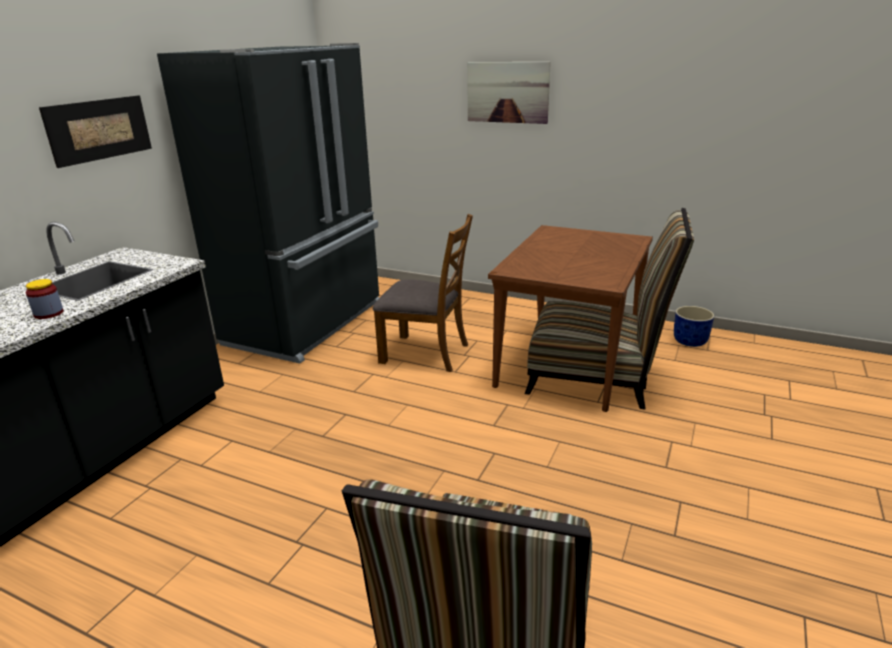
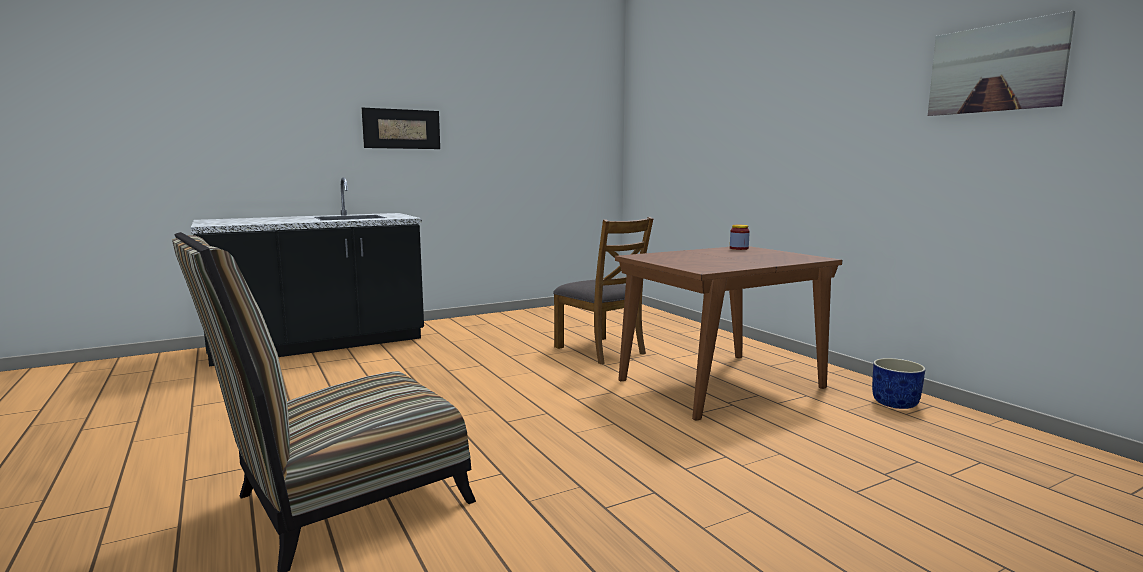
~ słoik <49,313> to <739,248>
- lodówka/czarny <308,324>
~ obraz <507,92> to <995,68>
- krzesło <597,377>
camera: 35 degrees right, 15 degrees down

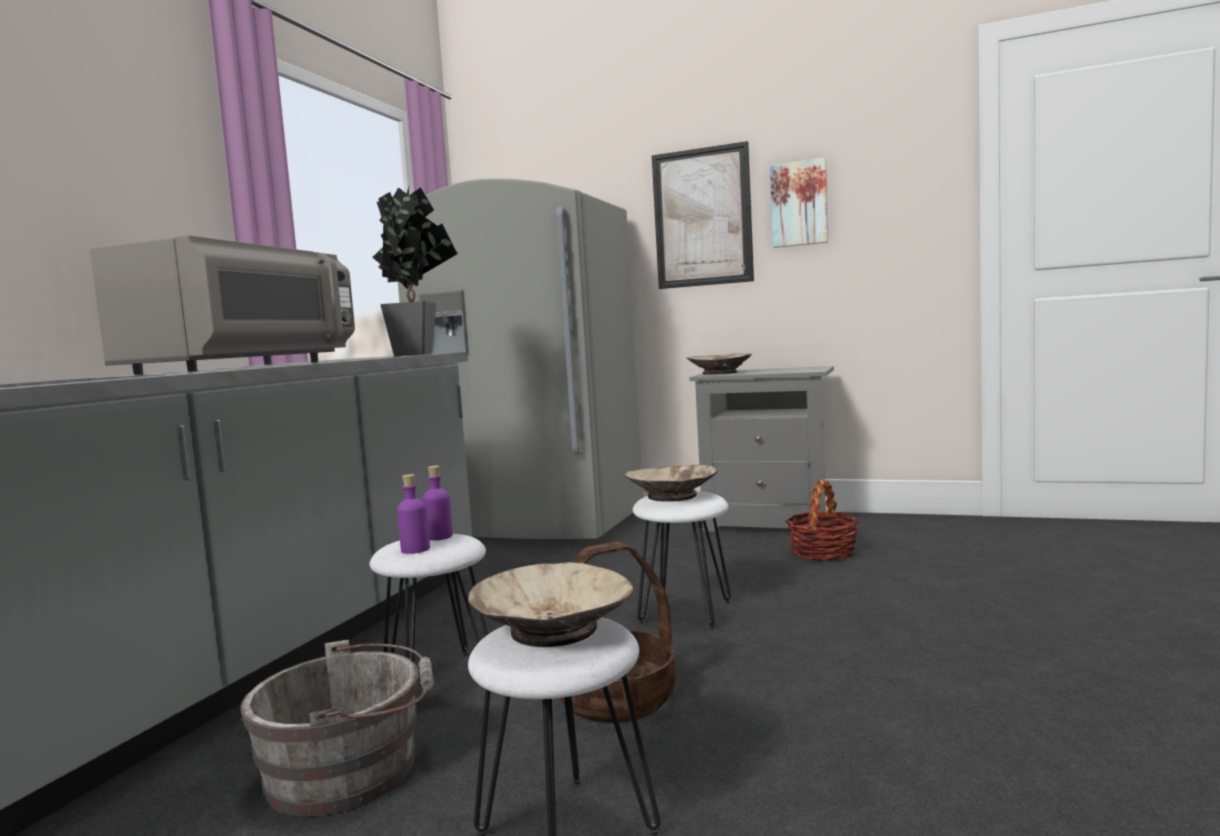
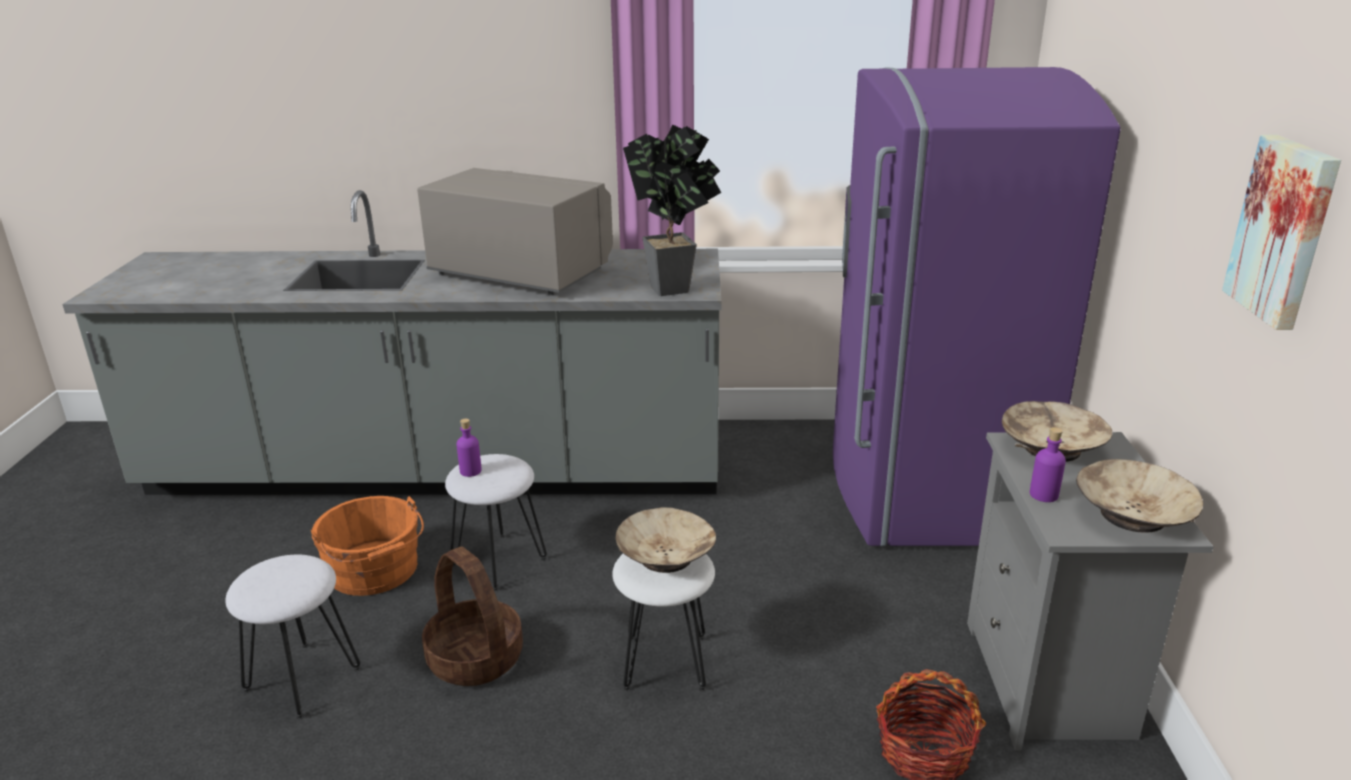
~ mikrofalówka/szary <245,366> = <521,272> 150 degrees counterclockwise
~ wiadro/szary <352,770> to wiadro/pomarańczowy <375,572>
~ lodówka/szary <534,523> to lodówka/fioletowy <922,483>
~ butelka/fioletowy <439,537> to <1044,495>
~ miska/beżowy <554,629> to <1132,515>
- obraz <702,217>
camera: 70 degrees right, 20 degrees up

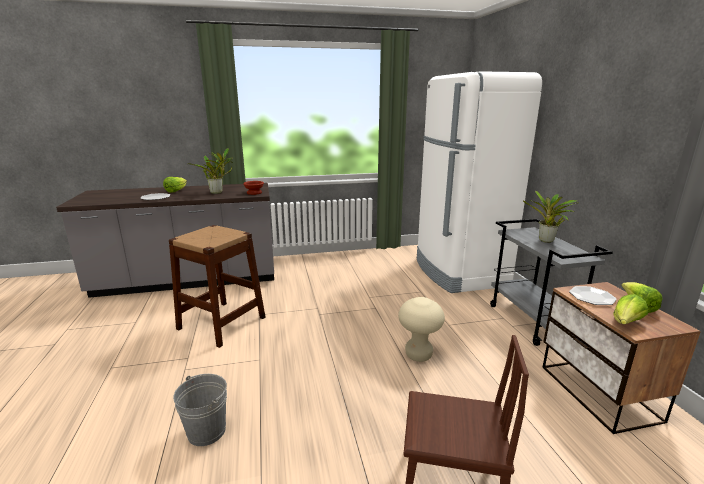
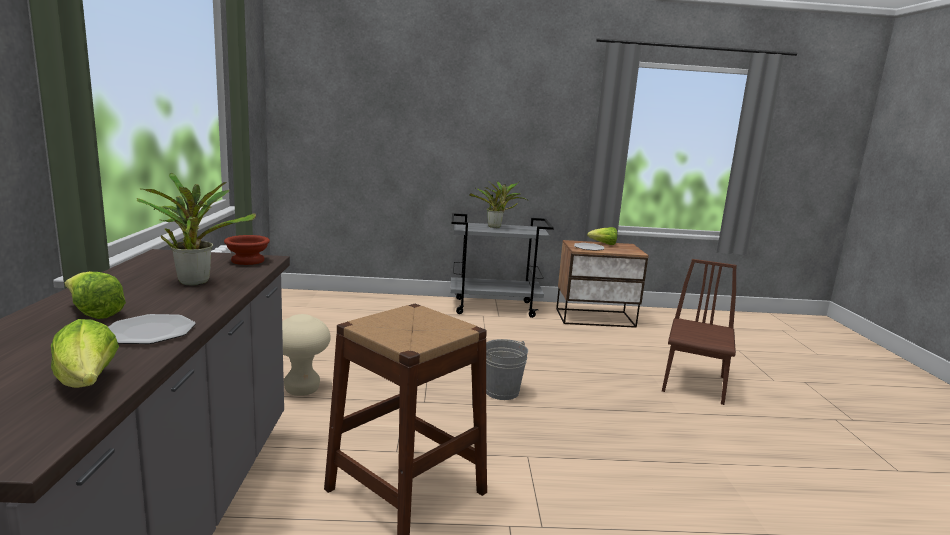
~ wiadro/szary <207,431> to <502,392>
~ stołek/beżowy <418,355> to <302,390>
- lodówka/biały <459,272>
~ sałata <626,323> to <87,384>
camera: 80 degrees left, 5 degrees down

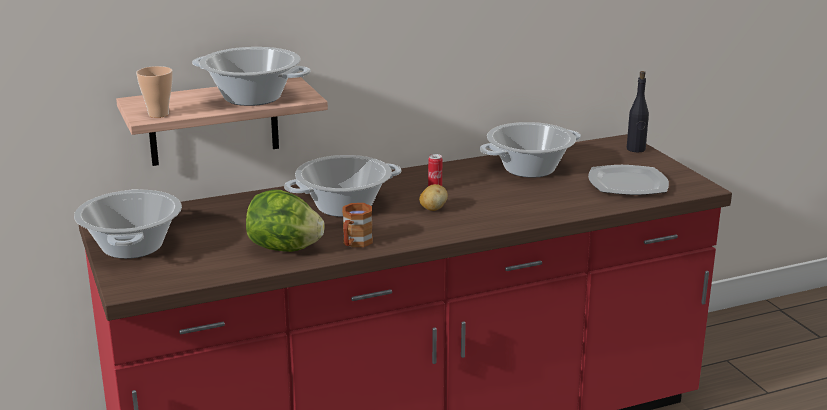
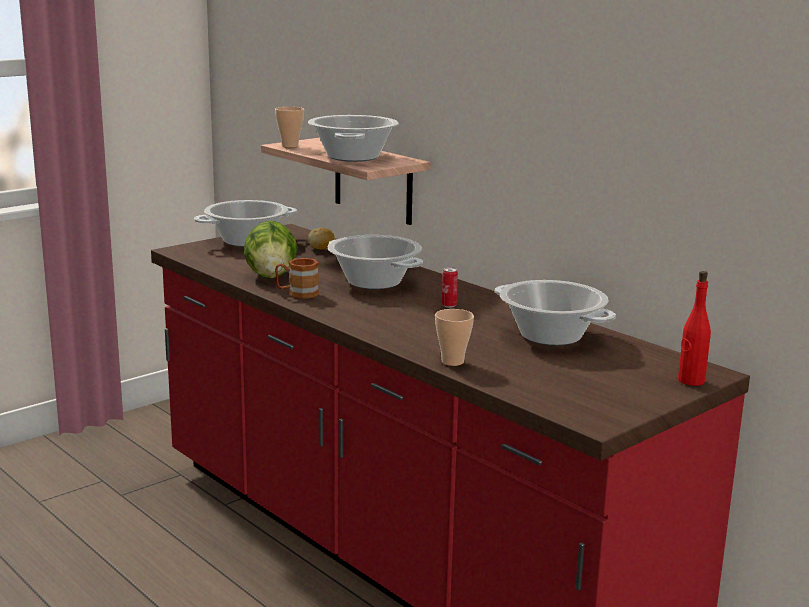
~ ziemniak <433,209> to <321,249>
- talerz <626,183>
~ butelka/czarny <636,149> to butelka/czerwony <690,381>
+ filiżanka <452,362>
camera: 70 degrees right, 5 degrees down

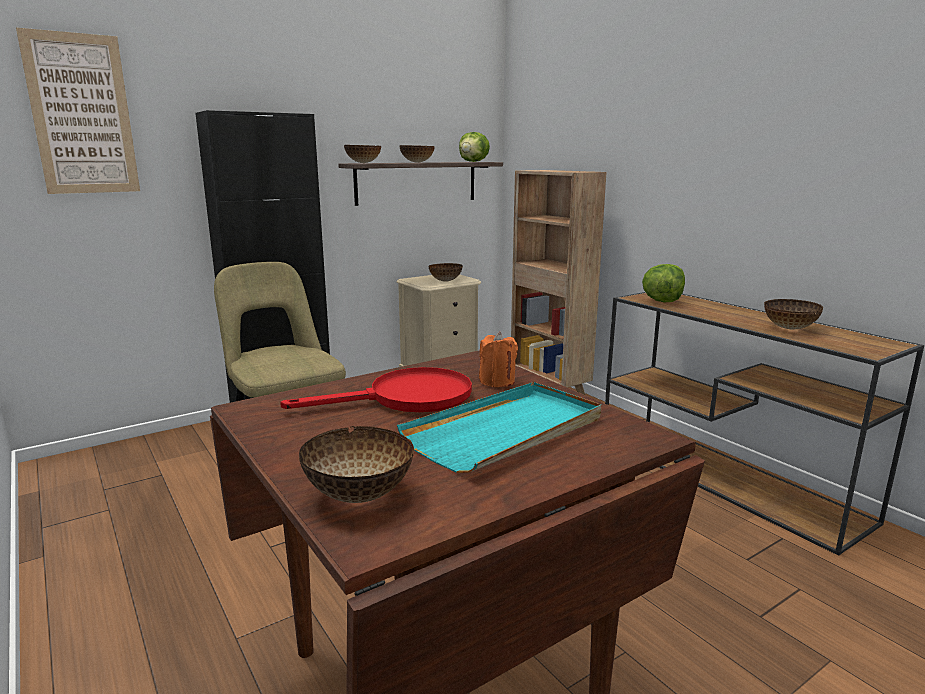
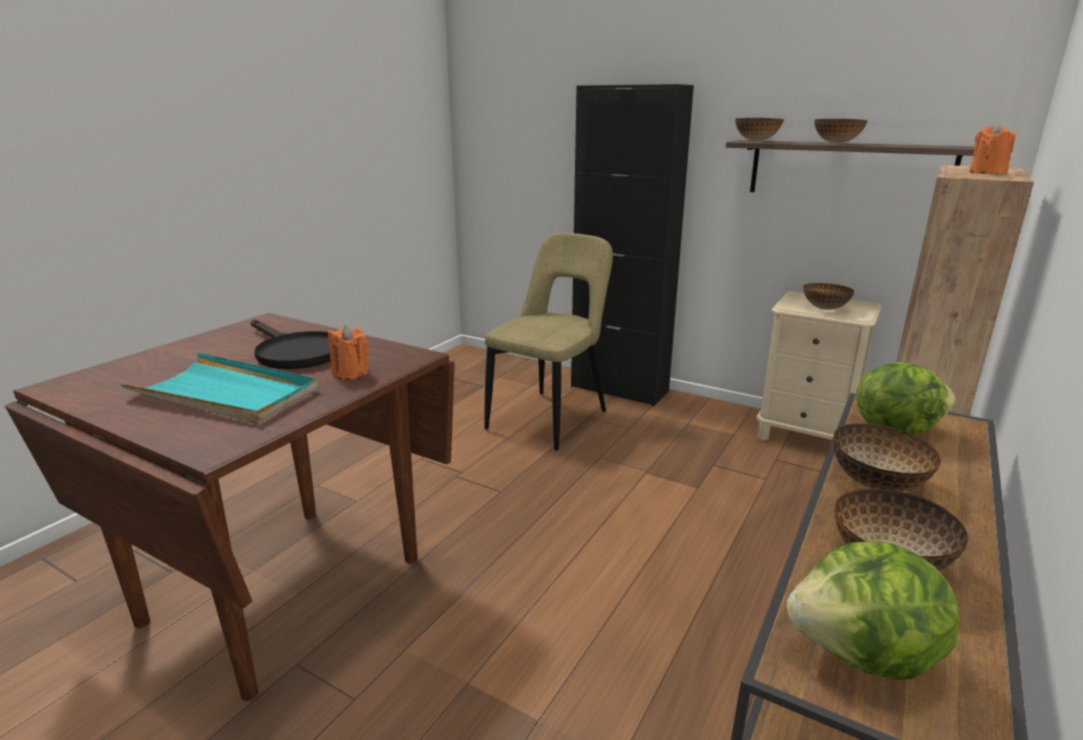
- obraz <82,115>
~ patelnia/czerwony <406,398> to patelnia/czarny <295,352>
~ miska <361,495> to <877,485>
~ sałata <474,162> to <864,656>
+ świeca/pomarańczowy <987,172>
camera: 65 degrees right, 5 degrees up

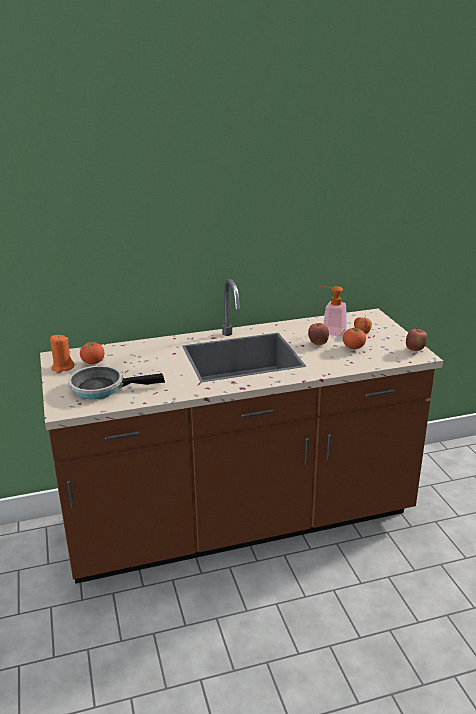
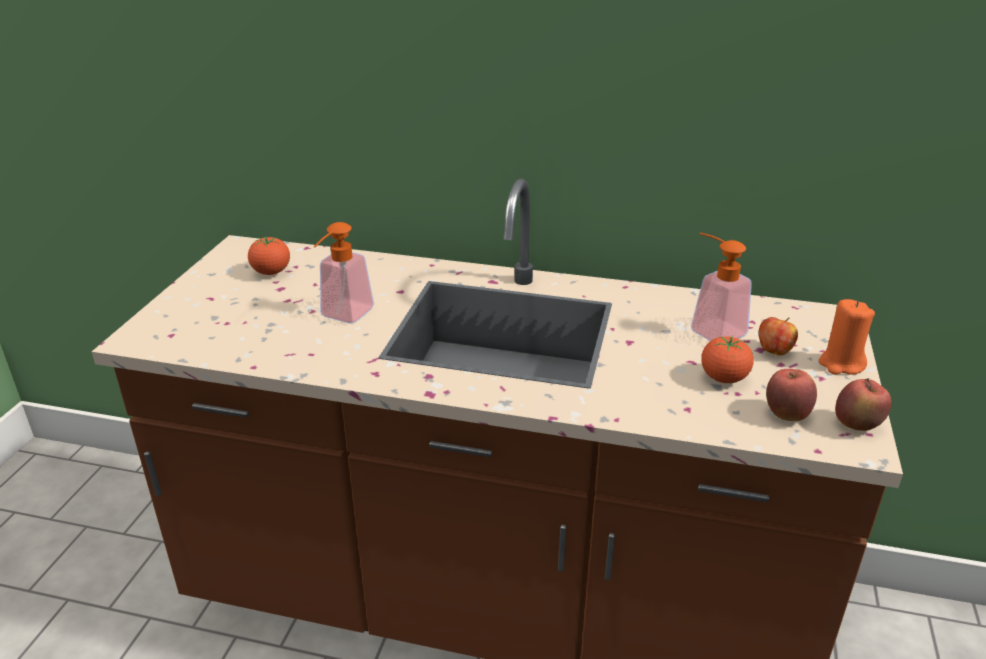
~ świeca/pomarańczowy <62,367> to <841,364>
- patelnia <102,388>
~ jabłko <318,343> to <786,414>
+ dozownik mydła <342,316>
camera: 30 degrees right, 5 degrees up

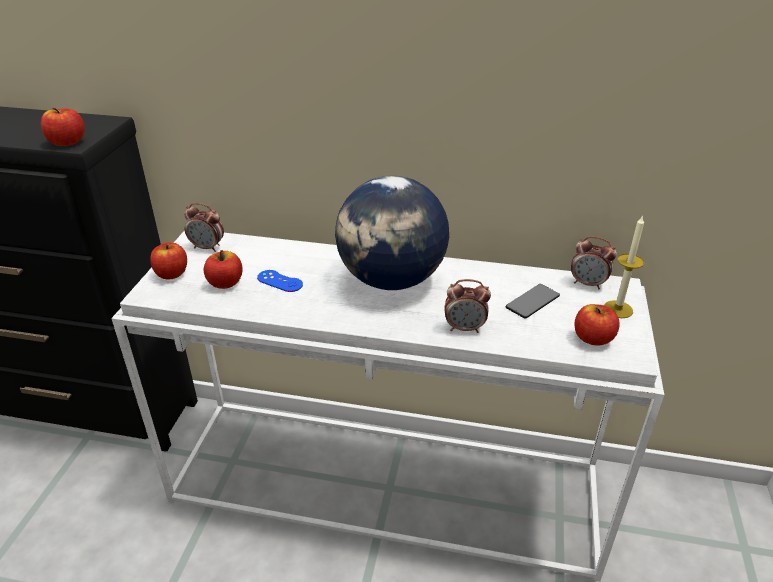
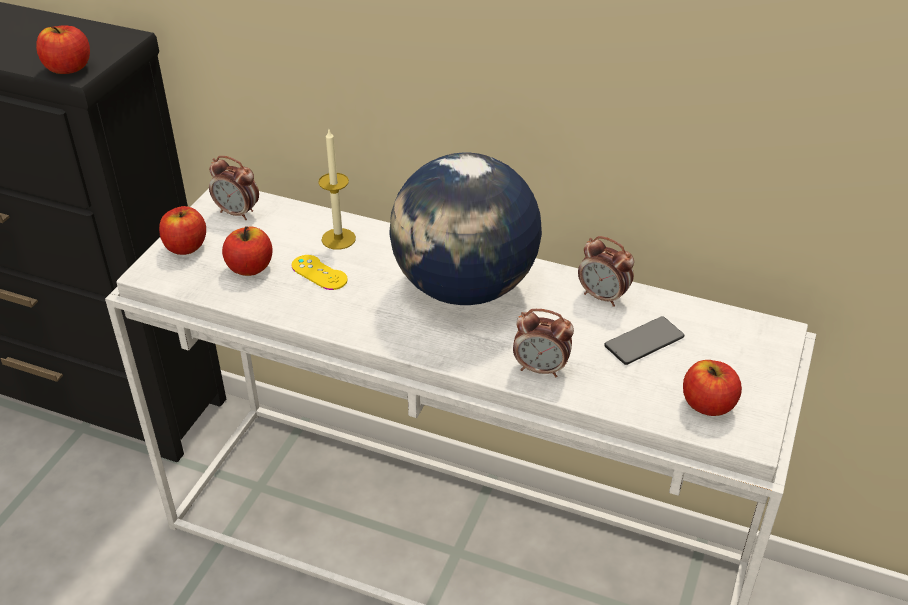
~ pad do gier/niebieski <280,281> to pad do gier/żółty <319,273>
~ budzik <588,283> to <603,297>
~ świeca <618,309> to <338,239>
camera: 10 degrees right, 5 degrees up

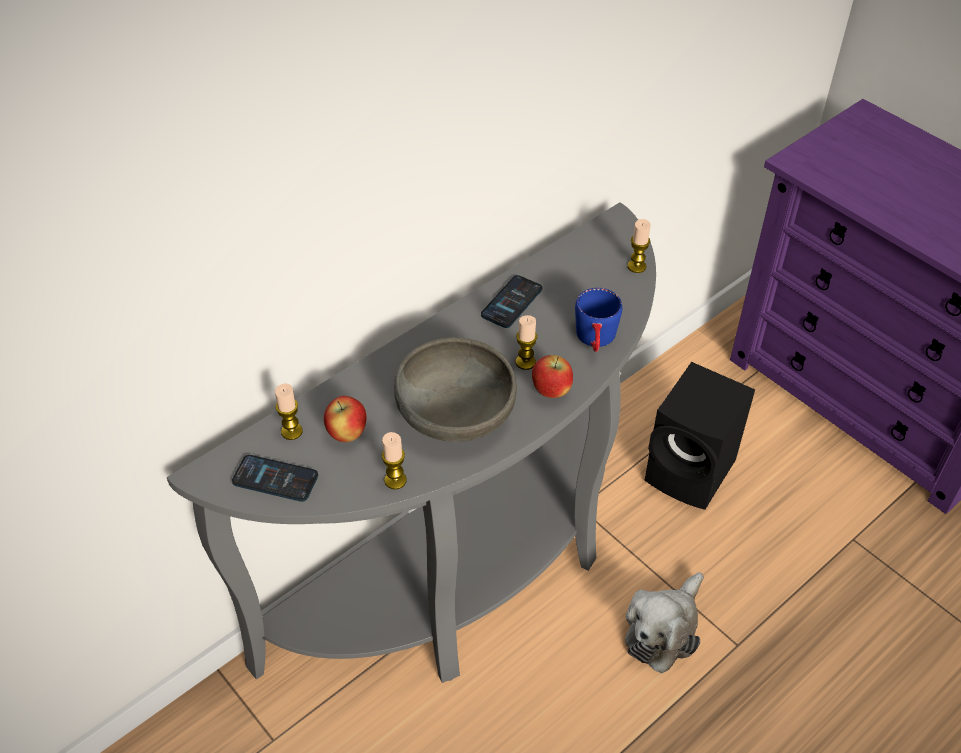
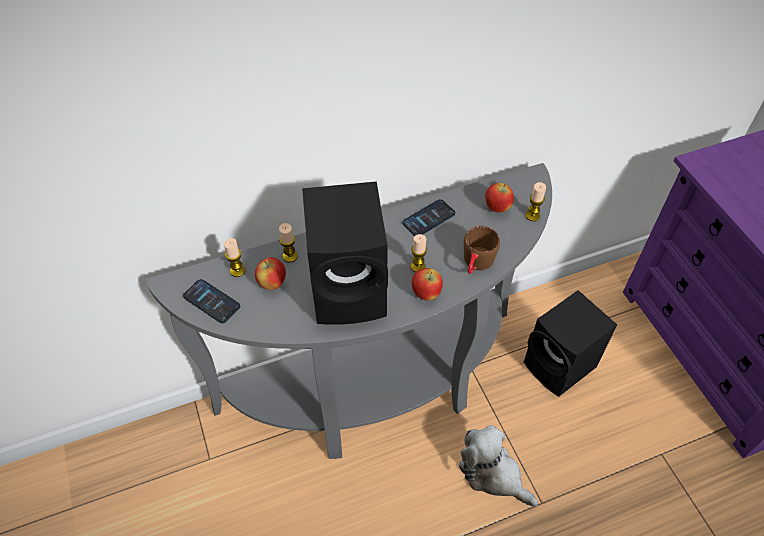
~ świeca <395,480> to <290,256>
~ miska/szary <455,413> to głośnik/czarny <351,290>
~ kubek/niebieski <596,340> to kubek/brązowy <476,264>
~ pluszak <663,629> = <493,473> 75 degrees clockwise
+ jabłko <497,208>
camera: 20 degrees right, 5 degrees up

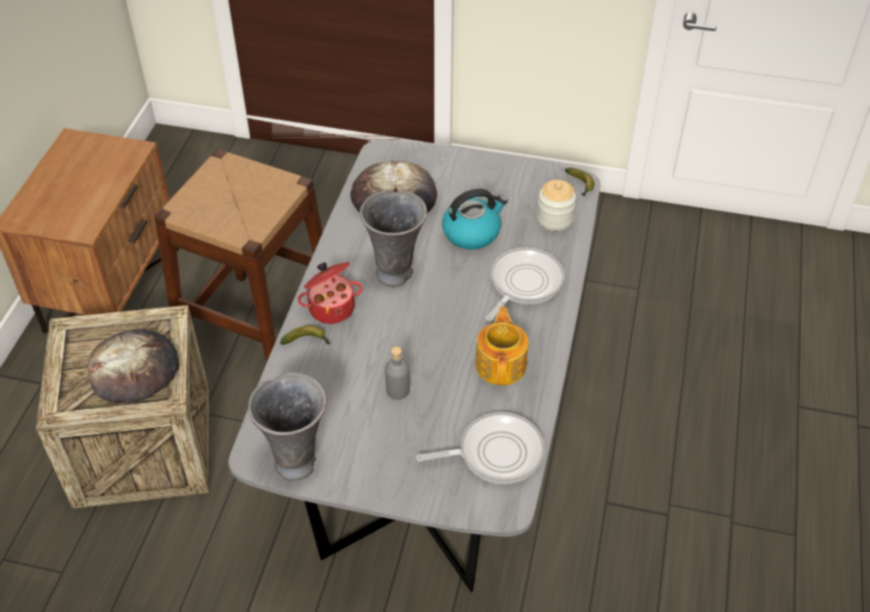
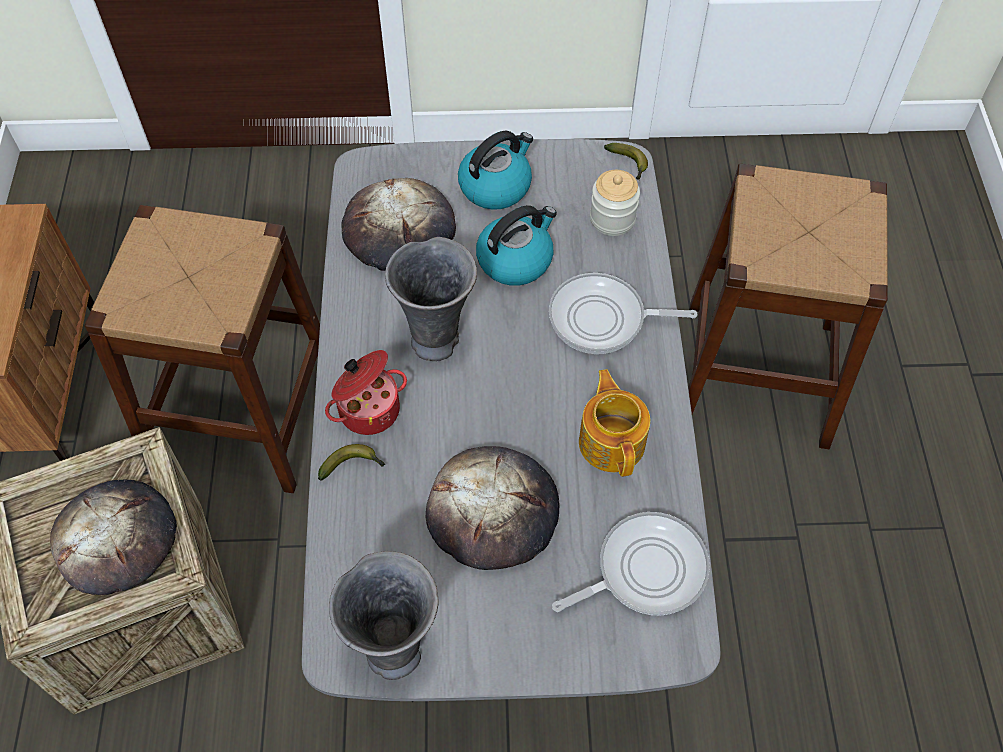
~ butelka/szary <398,390> to chleb <493,510>
~ patelnia <523,283> = <603,319> 105 degrees counterclockwise
+ czajnik <496,186>
+ stołek/brązowy <757,373>
camera: 15 degrees left, 10 degrees up

